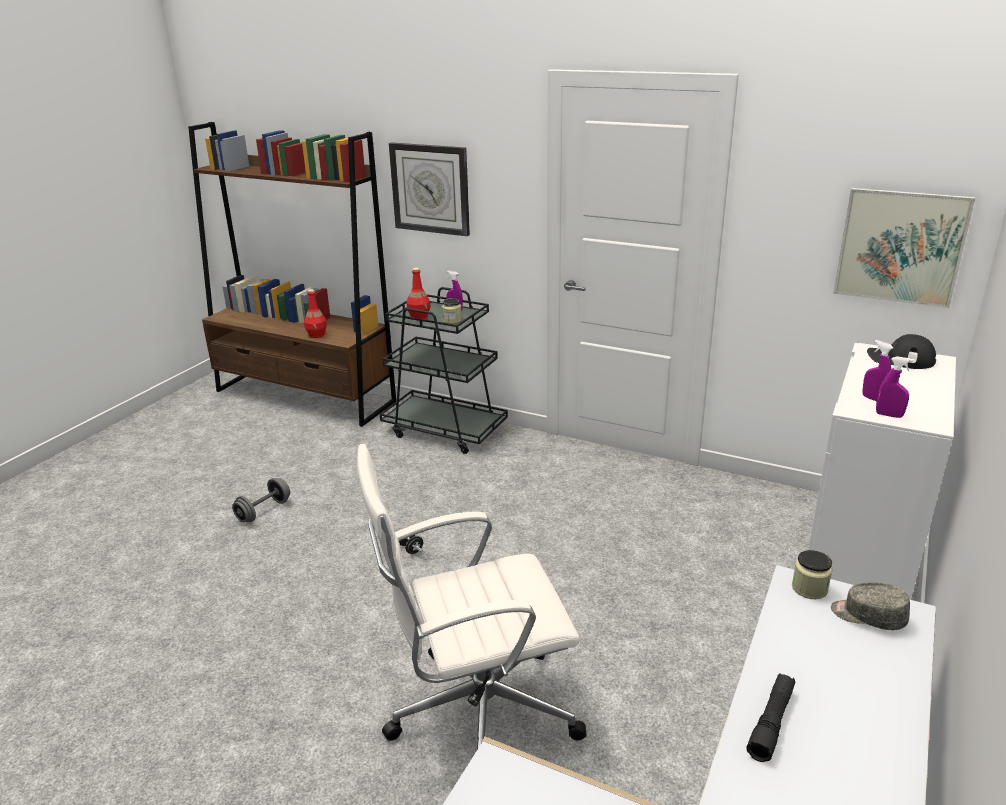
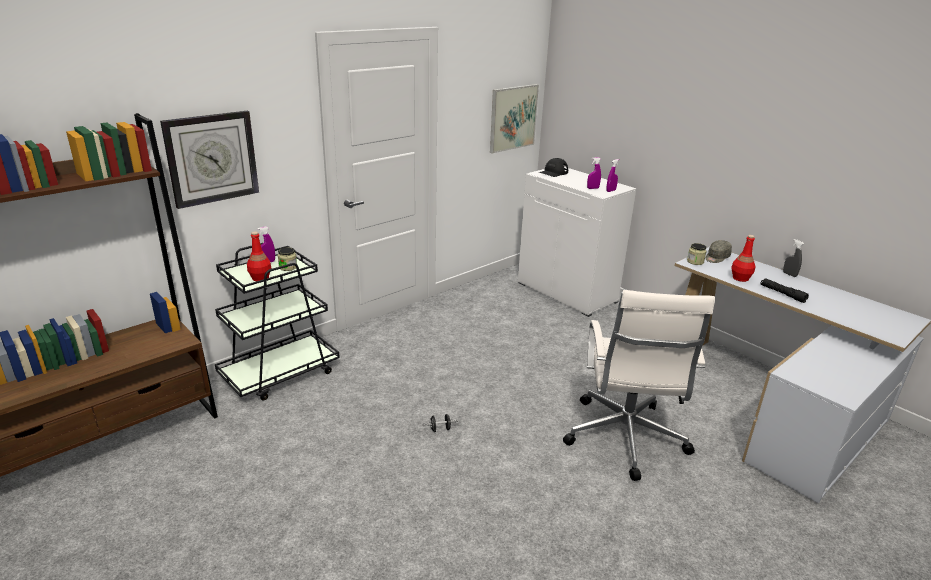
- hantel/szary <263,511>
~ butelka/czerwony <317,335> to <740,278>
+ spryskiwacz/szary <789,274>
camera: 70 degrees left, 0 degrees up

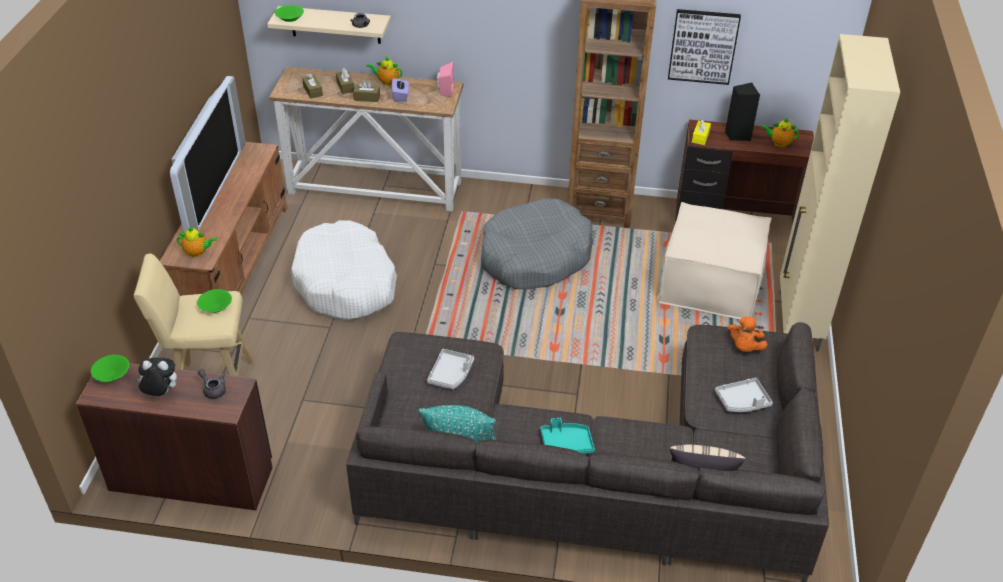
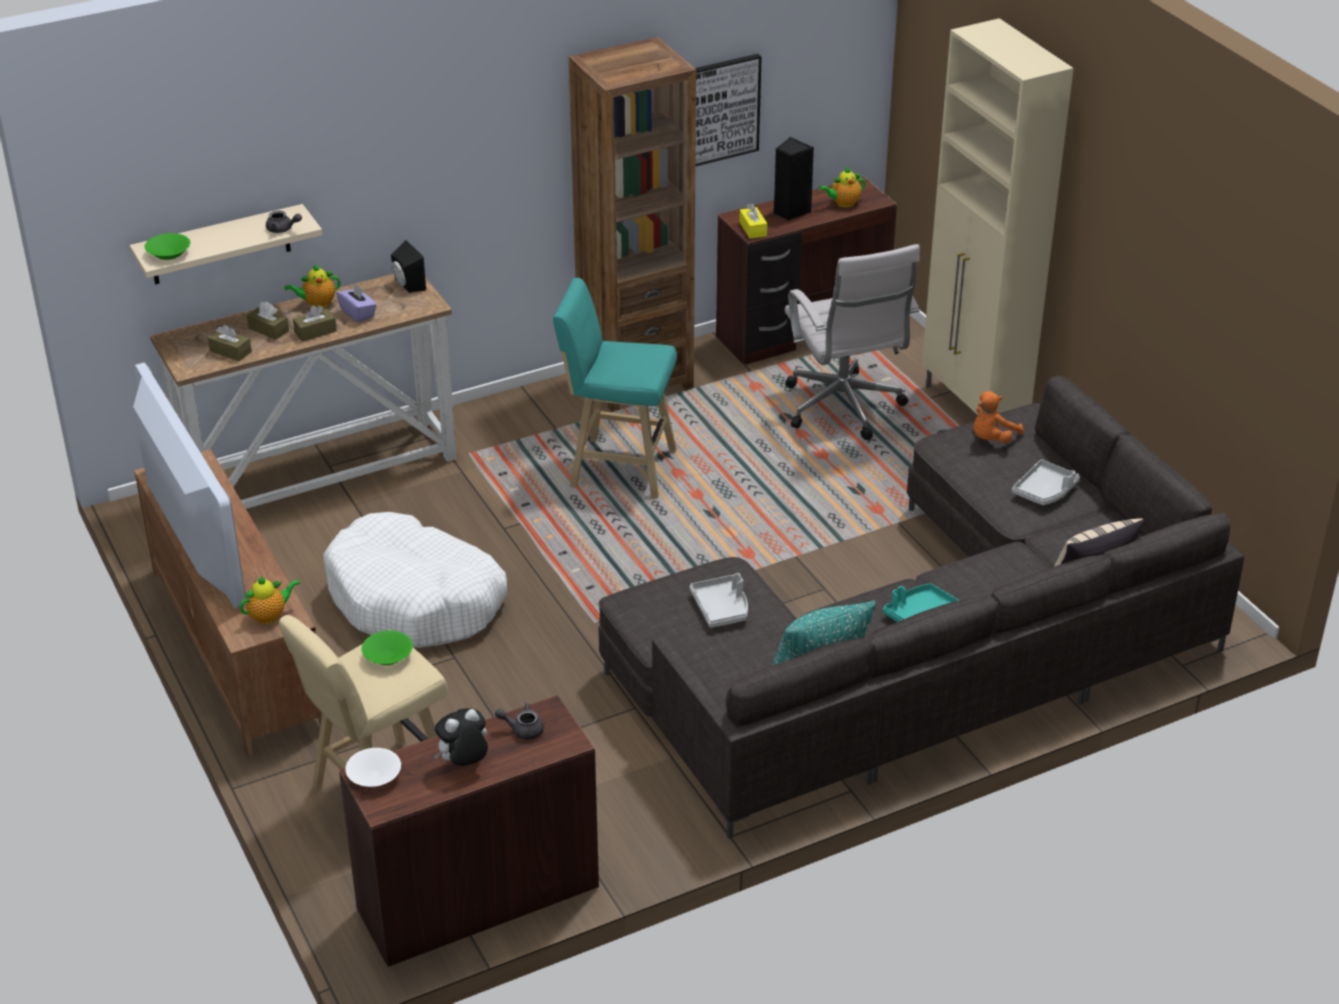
~ miska/zielony <111,374> to miska/biały <374,776>
~ głośnik/różowy <445,90> to głośnik/czarny <407,285>
~ legowisko/szary <534,257> to stołek/turkusowy <617,467>
~ pufa/beżowy <709,283> to krzesło biurowe/biały <844,409>
~ pluszak/pomarańczowy <744,347> = <992,439> 60 degrees clockwise
camera: 35 degrees left, 5 degrees down

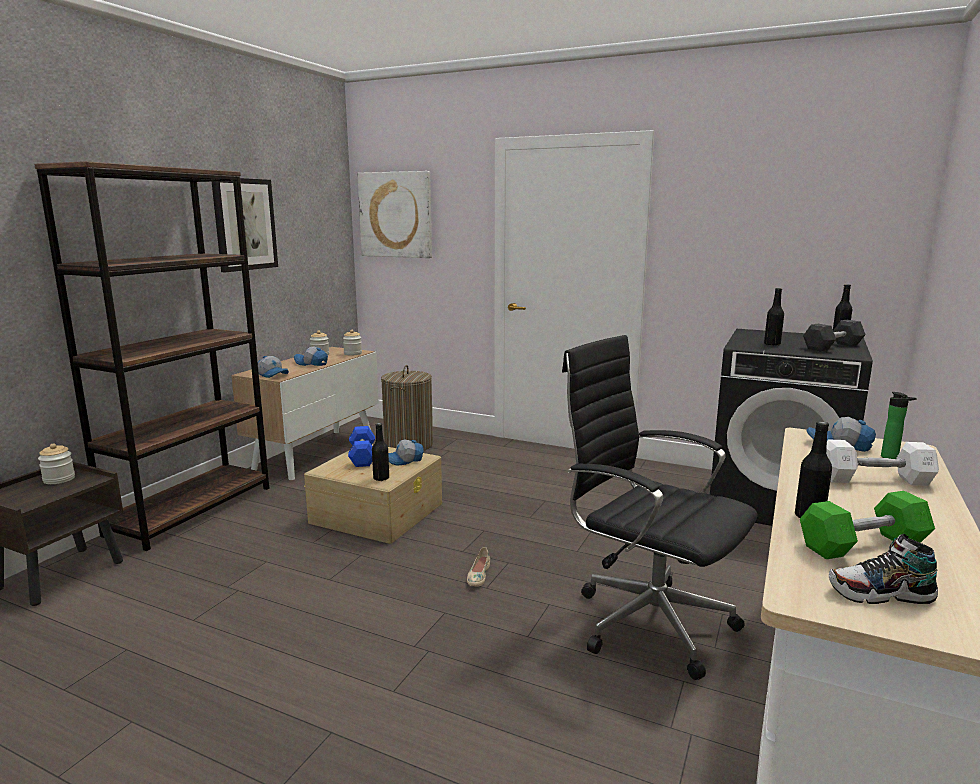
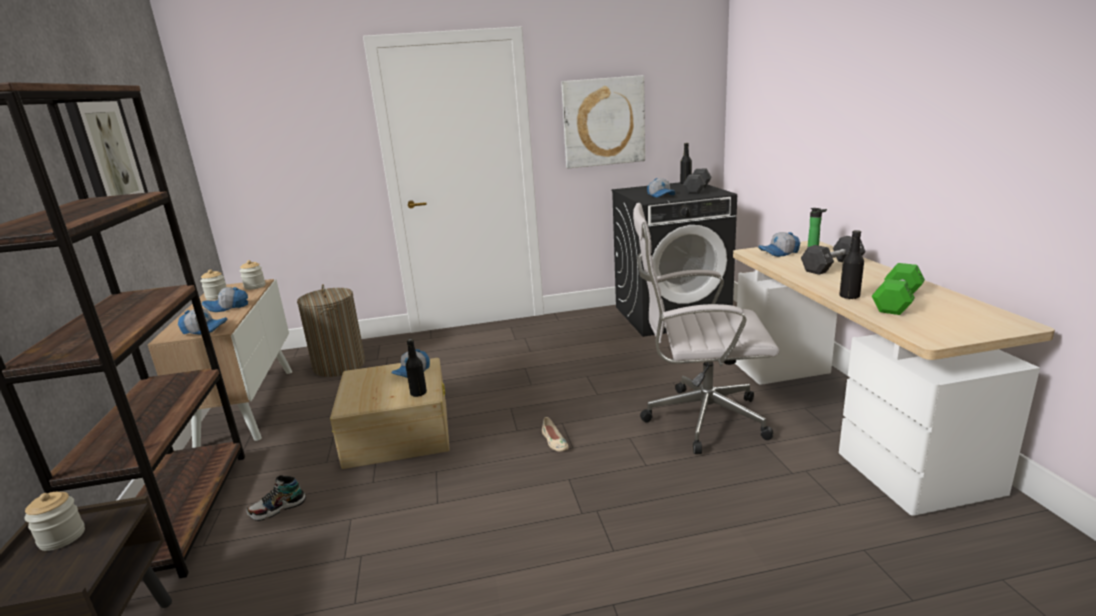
- hantel/niebieski <362,456>
~ obraz <396,215> to <603,122>
~ krzesło biurowe/czarny <646,621> to krzesło biurowe/biały <699,419>
~ butelka/czarny <772,344> to czapka z daszkiem <661,195>
~ hantel/biały <874,479> to hantel/czarny <832,266>
~ but <880,594> to <278,509>
camera: 35 degrees left, 5 degrees up

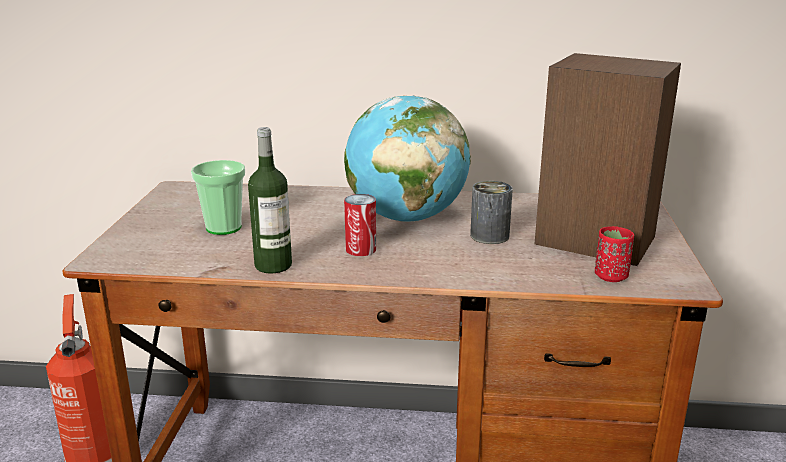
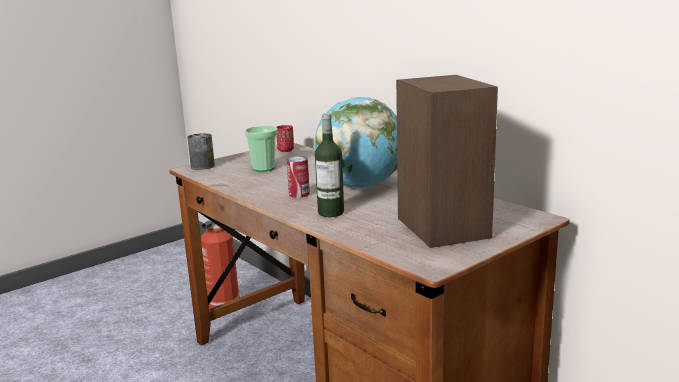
~ butelka <273,265> to <331,212>
~ puszka <489,236> to <202,166>
~ filiżanka/czerwony <611,276> to <285,150>
camera: 45 degrees right, 5 degrees down

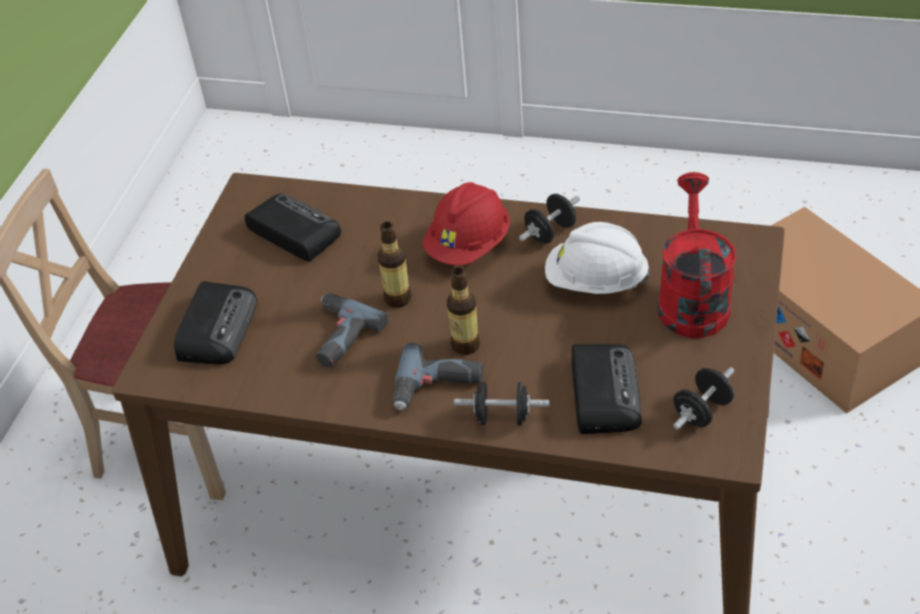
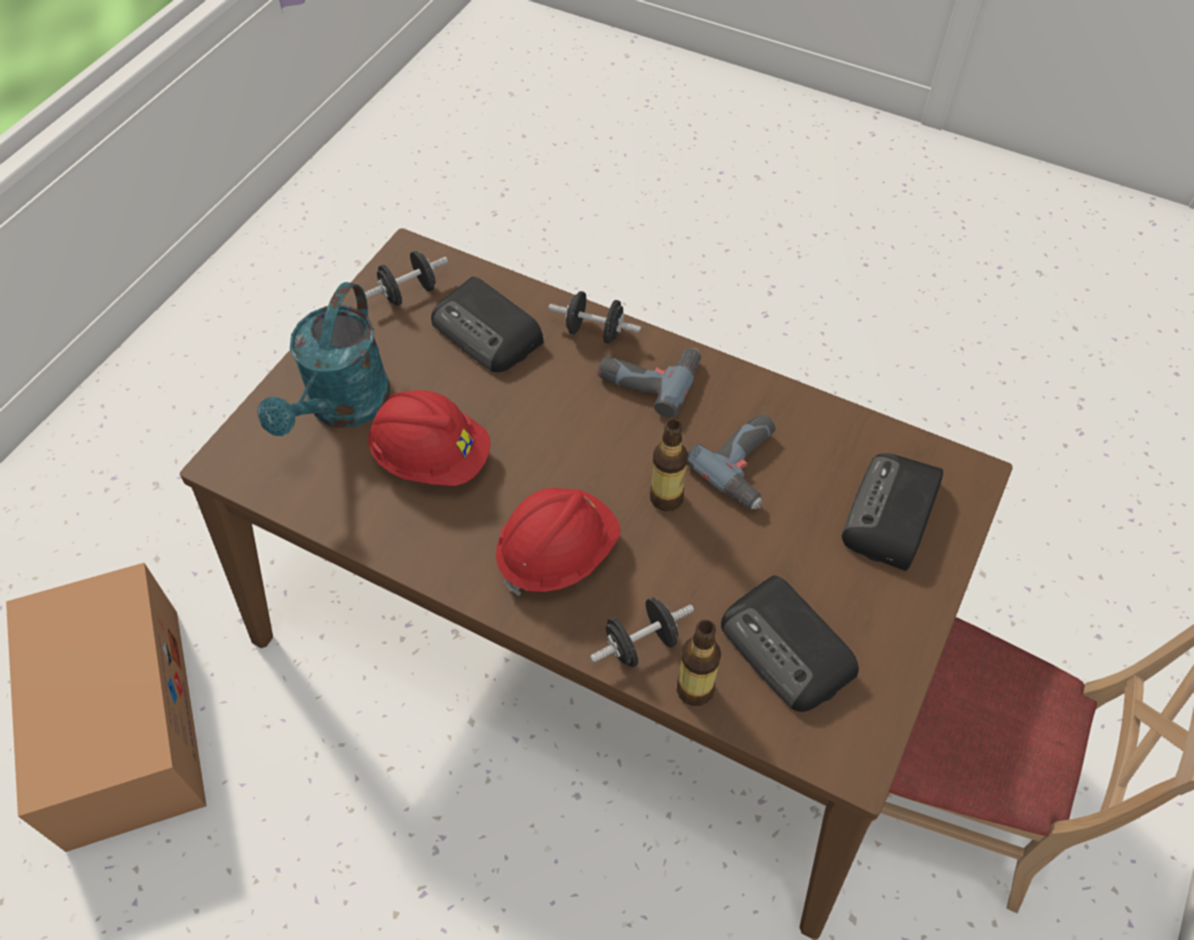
~ butelka <465,345> to <695,689>
~ hantel/czarny <550,232> to <641,644>
~ kask/biały <595,282> to kask/czerwony <431,458>
~ radio <603,392> = <488,332> 60 degrees counterclockwise
~ konewka/czerwony <692,299> to konewka/turkusowy <342,408>
camera: 170 degrees left, 10 degrees up

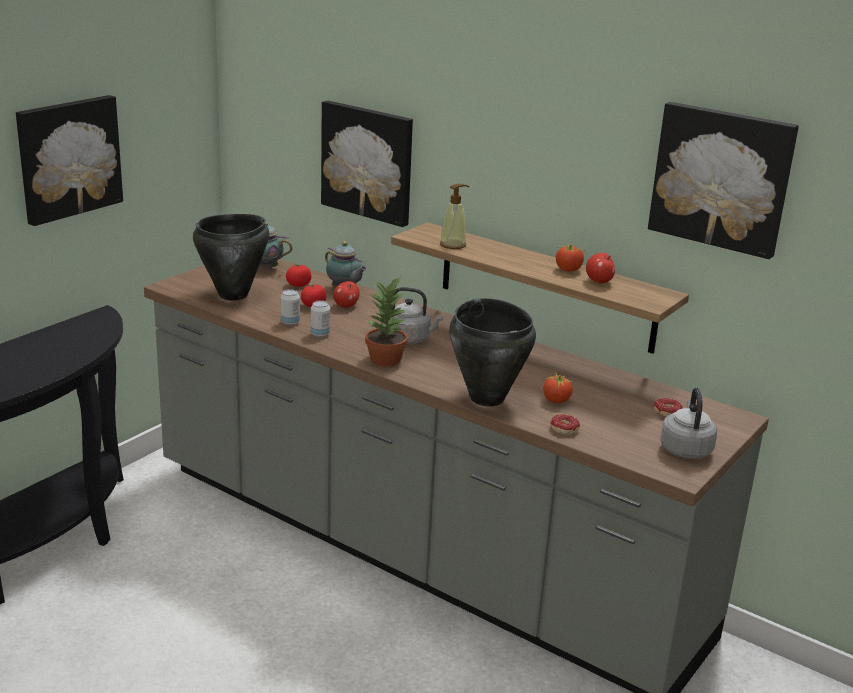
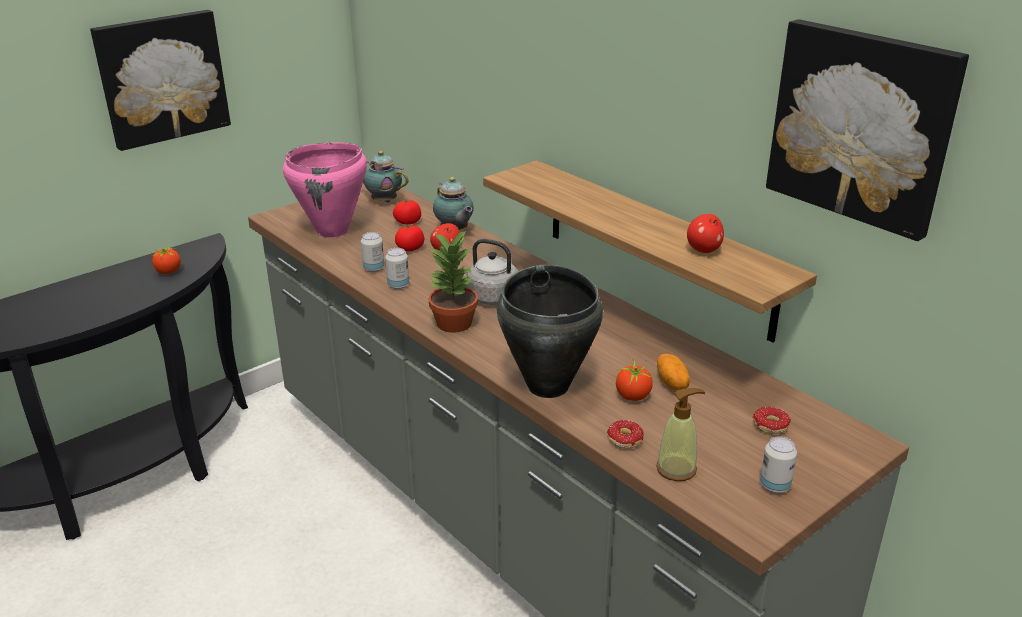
~ garnek/czarny <234,295> to garnek/różowy <333,231>
- obraz <368,162>
~ dozownik mydła <453,245> to <676,469>
~ pomidor <568,270> to <168,272>
~ czajnik/szary <685,449> to puszka <774,486>
+ ziemniak <672,382>
camera: 15 degrees right, 5 degrees up

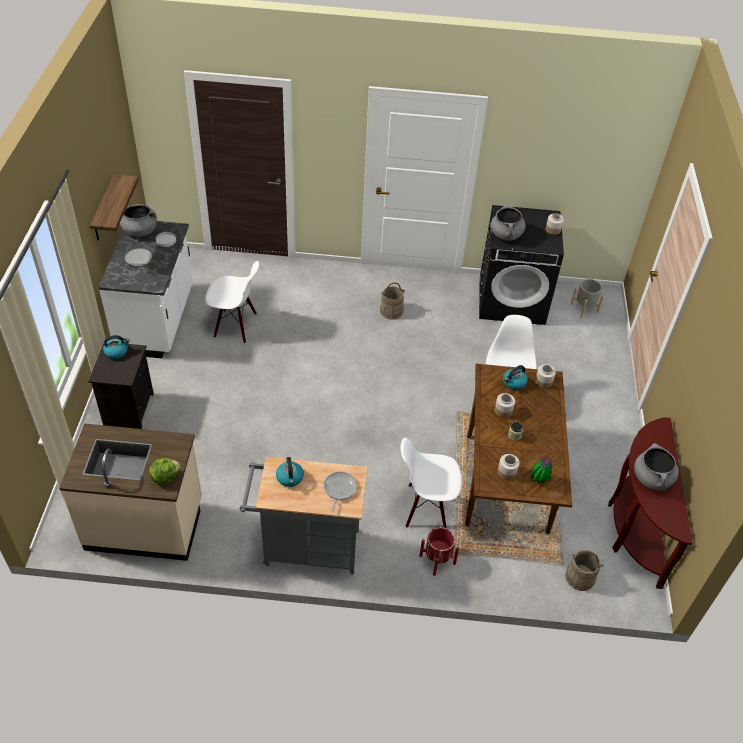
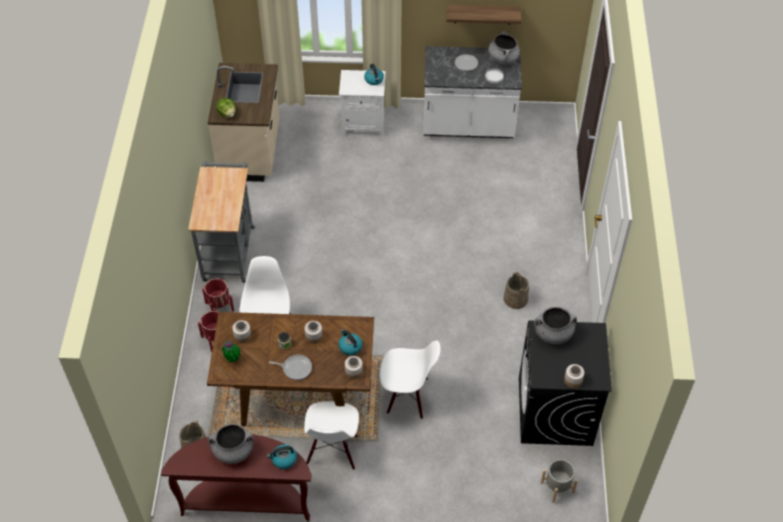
~ szafka nocna/czarny <128,409> to szafka nocna/biały <364,123>
~ krzesło/biały <235,326> to <333,450>
~ czajnik <290,478> to <283,459>
~ patelnia <339,489> to <295,368>
+ donica/czerwony <219,306>
camera: 90 degrees right, 5 degrees up

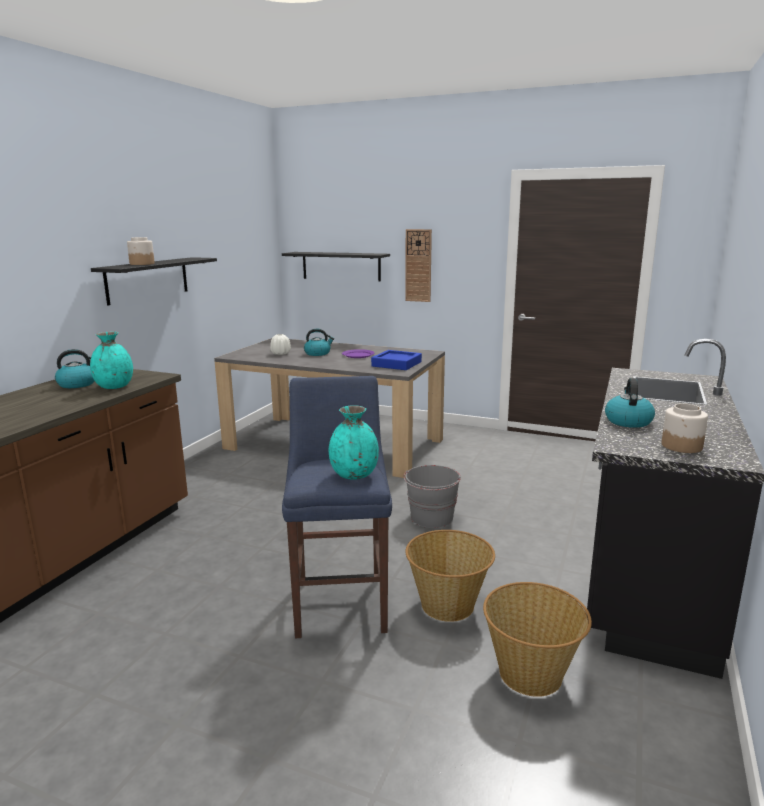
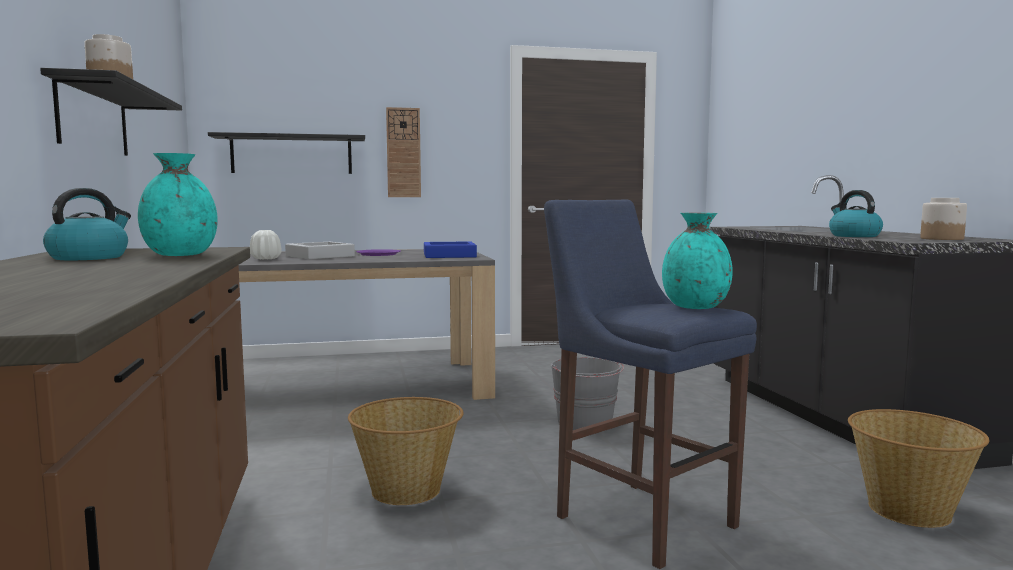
~ czajnik <318,353> to taca/szary <320,256>
~ koszyk <448,605> to <407,490>
camera: 35 degrees left, 10 degrees down

